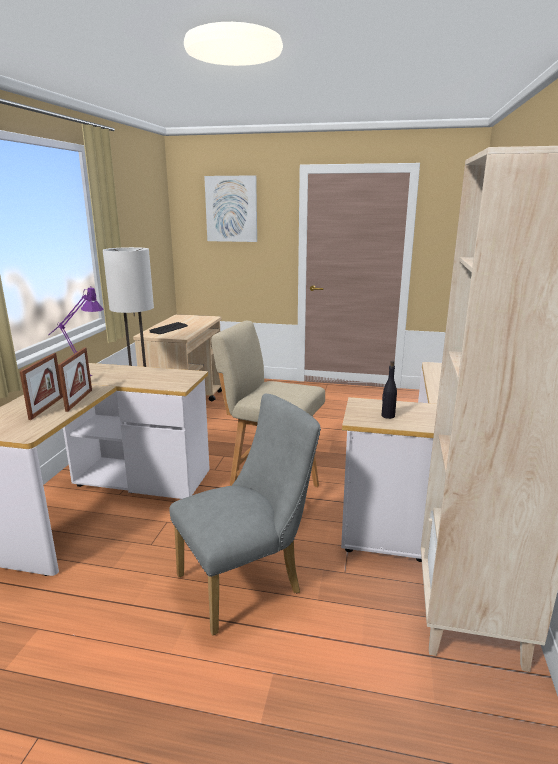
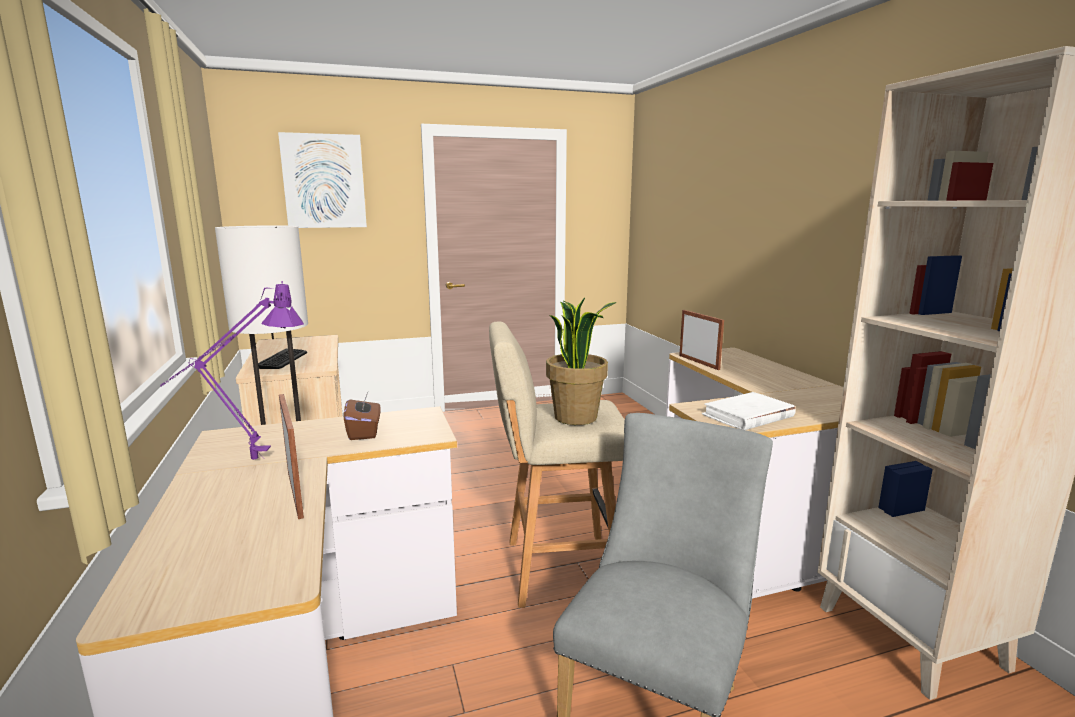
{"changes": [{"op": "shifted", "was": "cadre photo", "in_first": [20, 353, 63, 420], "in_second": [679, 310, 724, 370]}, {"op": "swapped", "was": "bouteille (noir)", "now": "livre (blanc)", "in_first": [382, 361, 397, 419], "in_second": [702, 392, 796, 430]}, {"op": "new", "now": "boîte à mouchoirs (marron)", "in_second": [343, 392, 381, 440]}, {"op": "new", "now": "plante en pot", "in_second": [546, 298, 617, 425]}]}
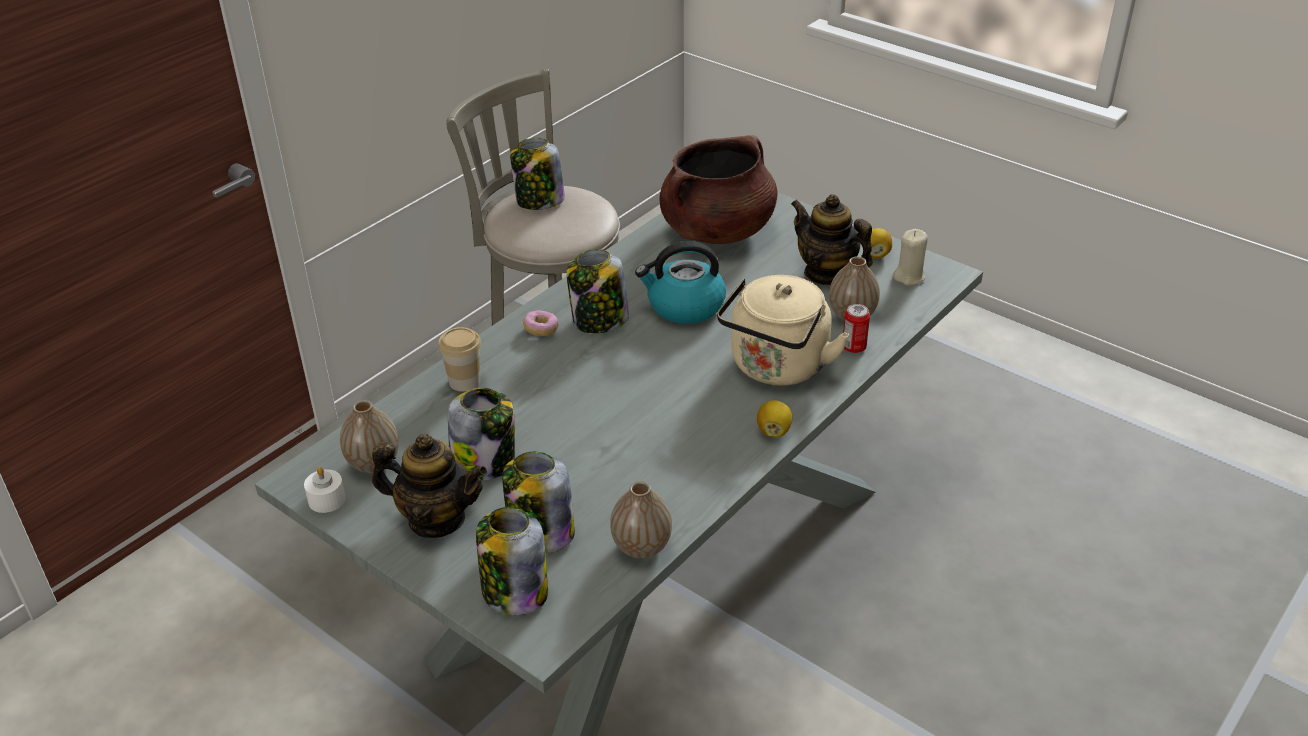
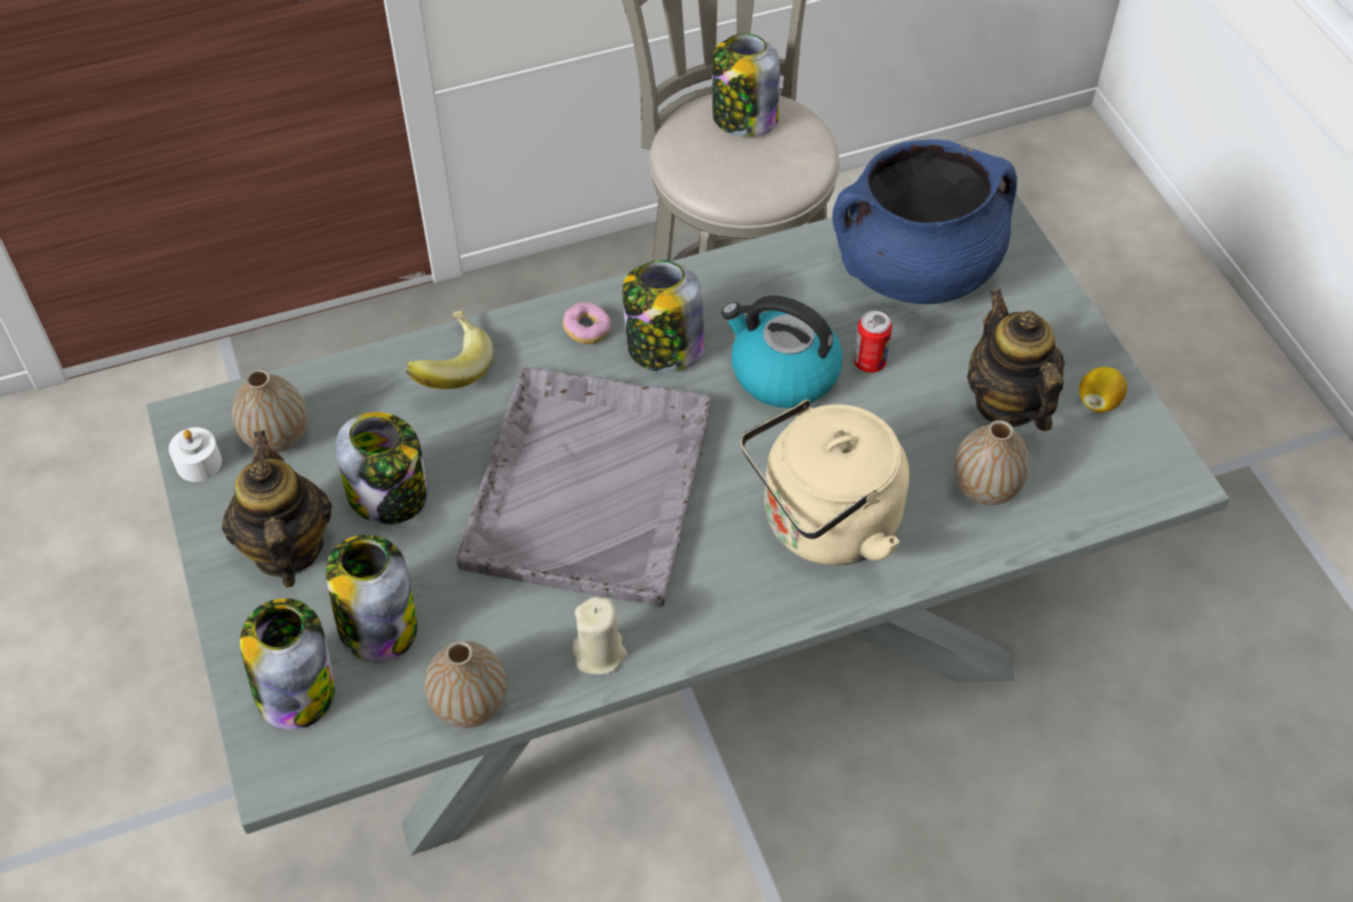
{"changes": [{"op": "rotated", "was": "théière", "in_first": [372, 433, 487, 538], "in_second": [222, 430, 332, 588], "clockwise": -150}, {"op": "swapped", "was": "tasse", "now": "banane", "in_first": [438, 327, 481, 392], "in_second": [405, 310, 493, 389]}, {"op": "repainted", "was": "marmite (marron)", "now": "marmite (bleu)", "in_first": [659, 135, 777, 244], "in_second": [832, 139, 1017, 304]}, {"op": "gone", "was": "citron", "in_first": [757, 400, 792, 438]}, {"op": "shifted", "was": "boîte métallique", "in_first": [843, 304, 870, 353], "in_second": [853, 311, 892, 373]}, {"op": "shifted", "was": "bougie (beige)", "in_first": [893, 229, 928, 285], "in_second": [572, 597, 627, 675]}, {"op": "new", "now": "plateau (gris)", "in_second": [456, 367, 711, 607]}]}
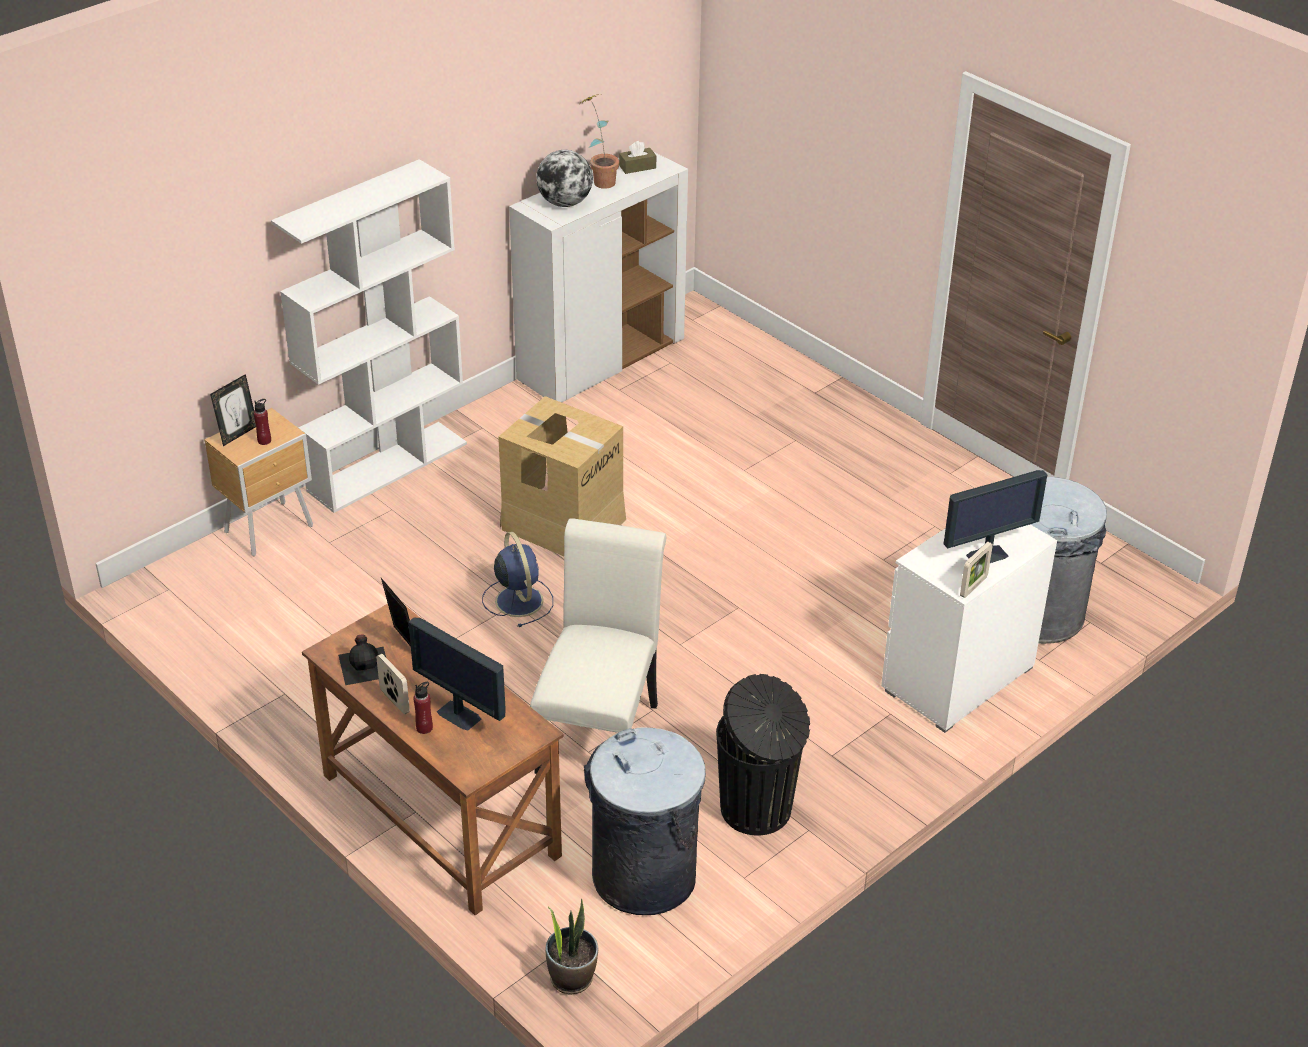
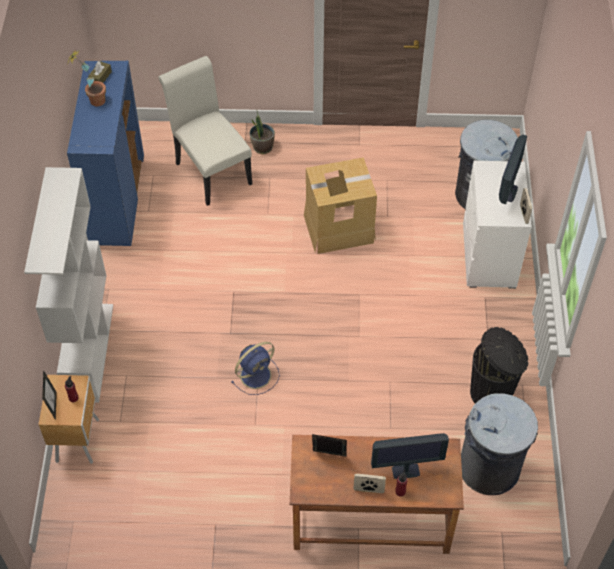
{"changes": [{"op": "gone", "was": "bouteille (noir)", "in_first": [338, 634, 386, 685]}, {"op": "rotated", "was": "ventilateur (bleu)", "in_first": [482, 532, 553, 627], "in_second": [231, 342, 280, 395], "clockwise": 120}, {"op": "shifted", "was": "carton", "in_first": [498, 396, 626, 556], "in_second": [304, 157, 377, 254]}, {"op": "repainted", "was": "meuble de rangement (blanc)", "now": "meuble de rangement (bleu)", "in_first": [509, 148, 688, 403], "in_second": [67, 61, 144, 246]}, {"op": "shifted", "was": "chaise (blanc)", "in_first": [530, 518, 666, 774], "in_second": [158, 56, 252, 206]}, {"op": "gone", "was": "globe", "in_first": [536, 150, 593, 207]}, {"op": "shifted", "was": "plante en pot", "in_first": [546, 898, 598, 995], "in_second": [250, 109, 275, 154]}]}
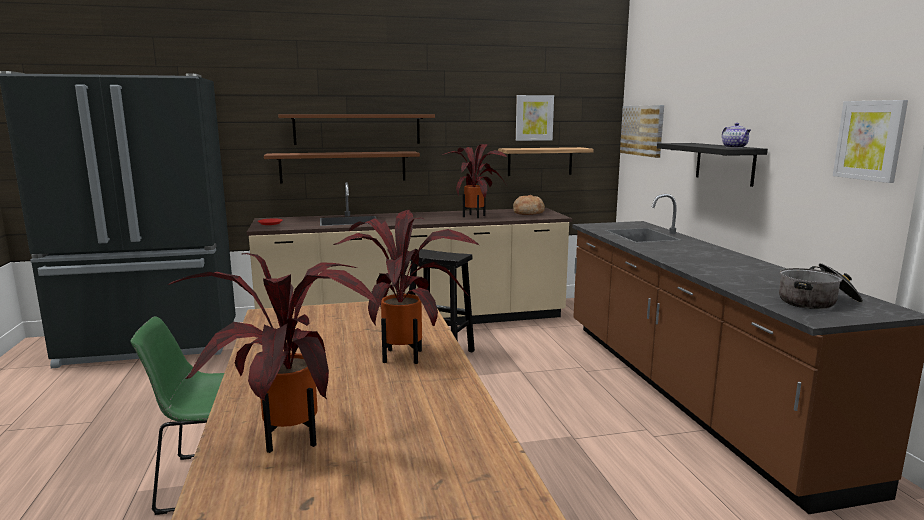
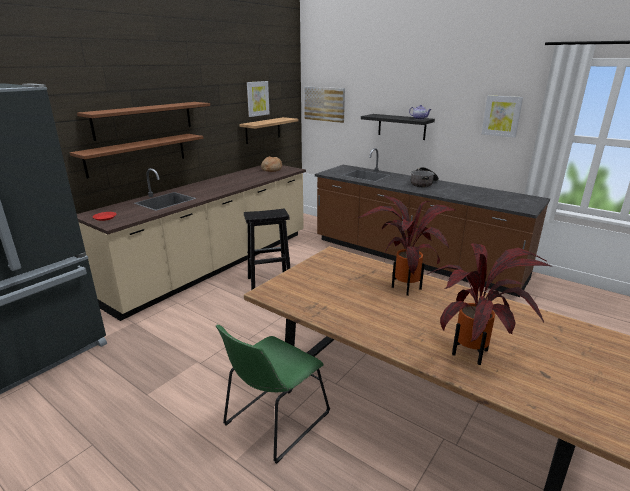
{"changes": [{"op": "gone", "was": "plante en pot", "in_first": [442, 144, 508, 218]}, {"op": "shifted", "was": "marmite", "in_first": [779, 263, 863, 309], "in_second": [411, 167, 439, 187]}]}
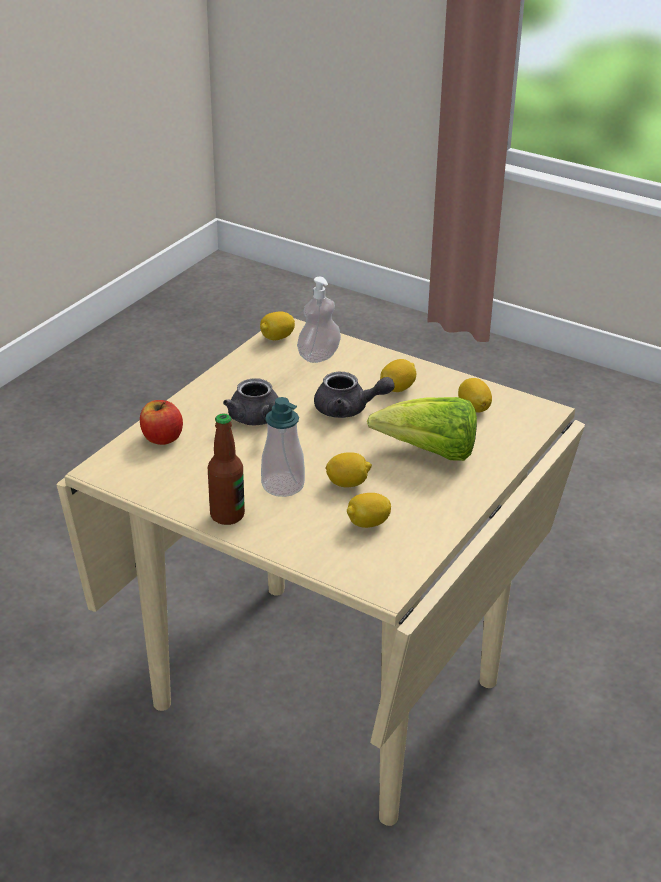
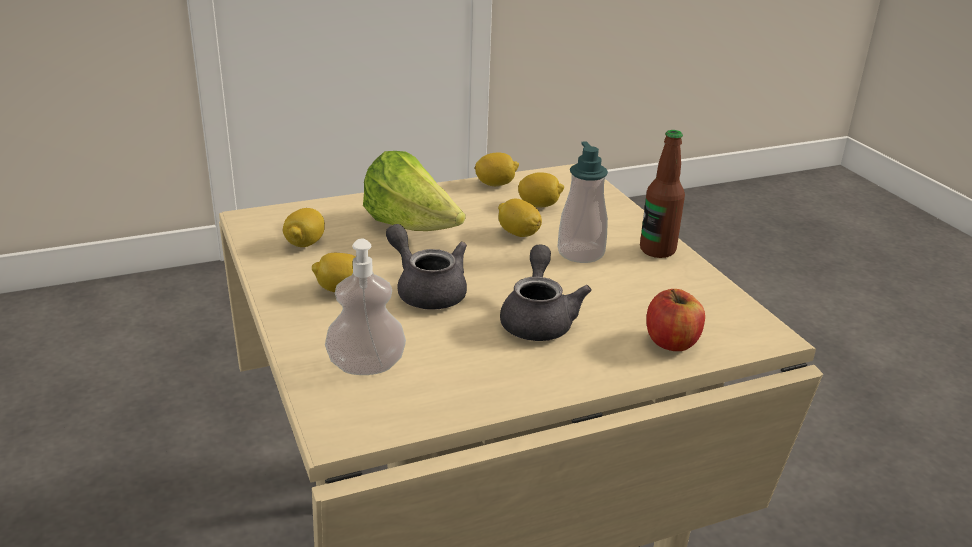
{"changes": [{"op": "shifted", "was": "citron", "in_first": [260, 311, 295, 340], "in_second": [474, 153, 519, 186]}]}
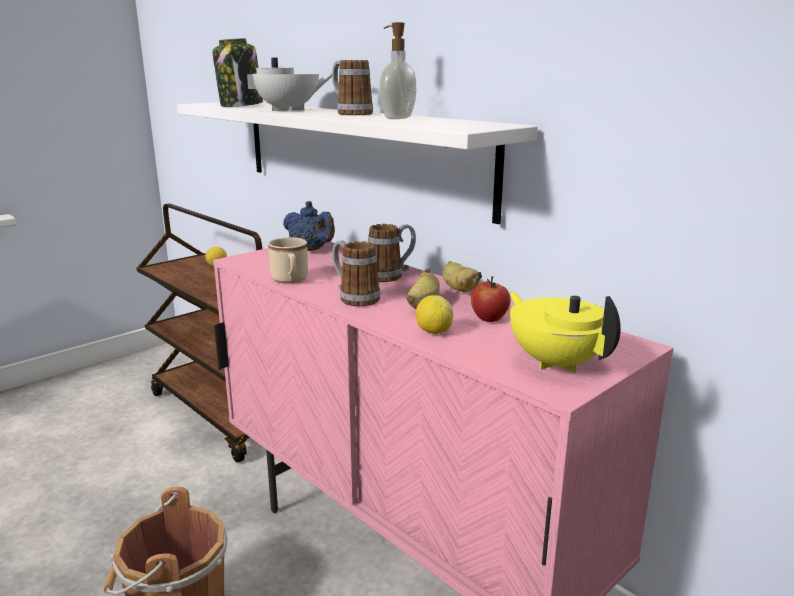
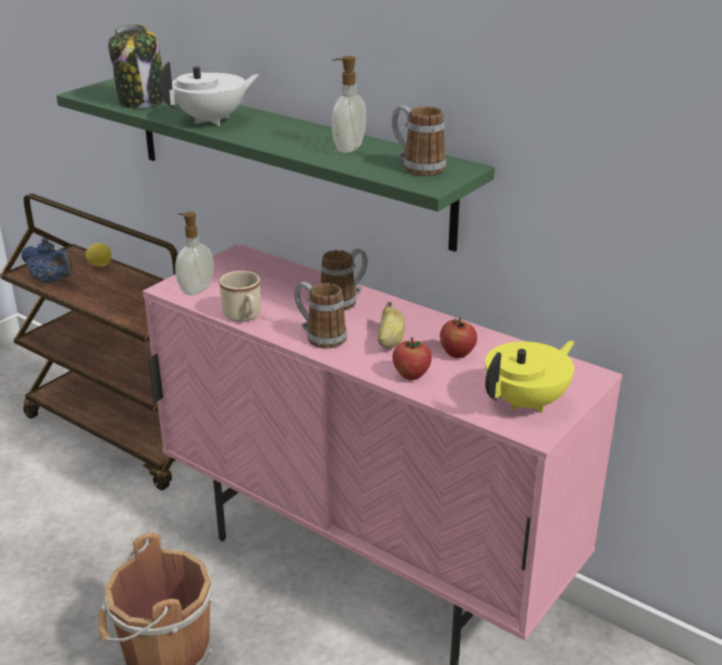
{"changes": [{"op": "repainted", "was": "étagère (blanc)", "now": "étagère (vert)", "in_first": [177, 102, 538, 224], "in_second": [56, 78, 495, 252]}, {"op": "shifted", "was": "théière (bleu)", "in_first": [283, 201, 335, 251], "in_second": [22, 238, 73, 284]}, {"op": "shifted", "was": "mug", "in_first": [332, 60, 373, 115], "in_second": [392, 105, 446, 176]}, {"op": "swapped", "was": "citron", "now": "pomme", "in_first": [415, 295, 453, 334], "in_second": [392, 337, 432, 380]}, {"op": "gone", "was": "banane", "in_first": [442, 261, 482, 292]}, {"op": "rotated", "was": "théière (jaune)", "in_first": [509, 292, 621, 373], "in_second": [485, 341, 575, 413], "clockwise": 90}, {"op": "new", "now": "distributeur de savon", "in_second": [175, 212, 214, 295]}]}
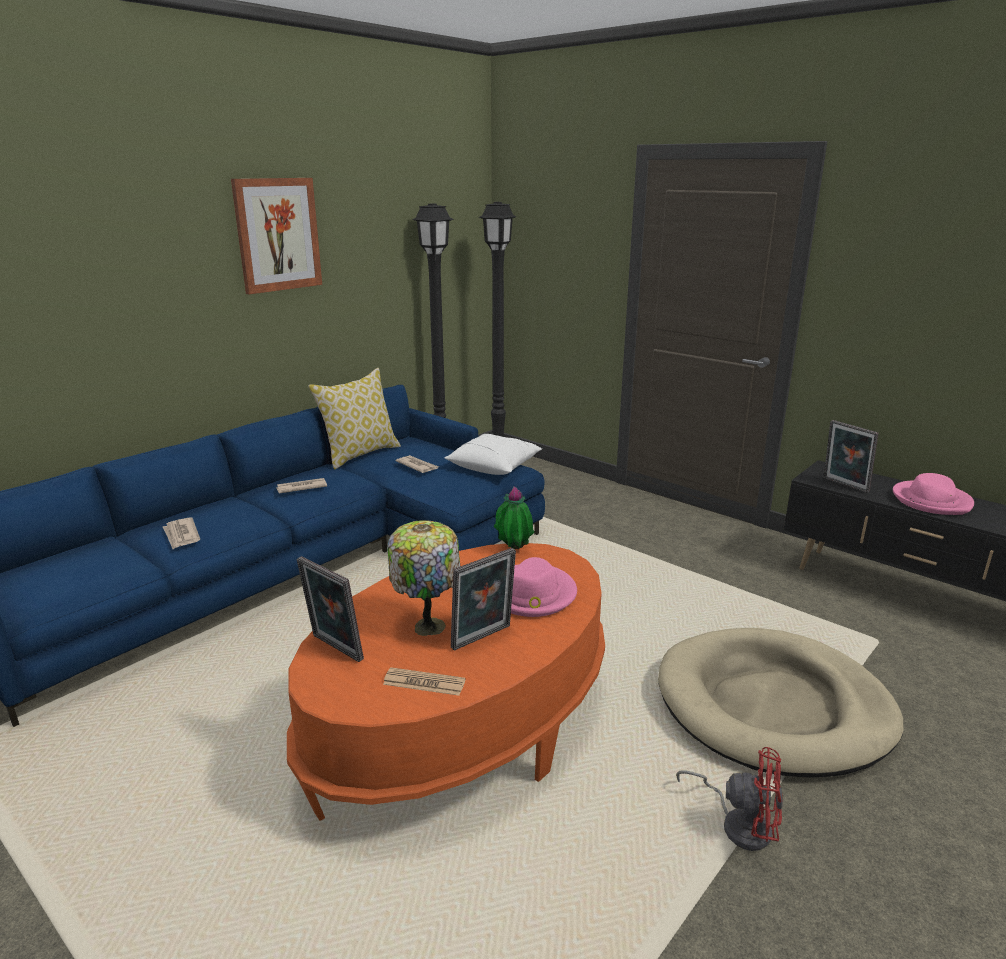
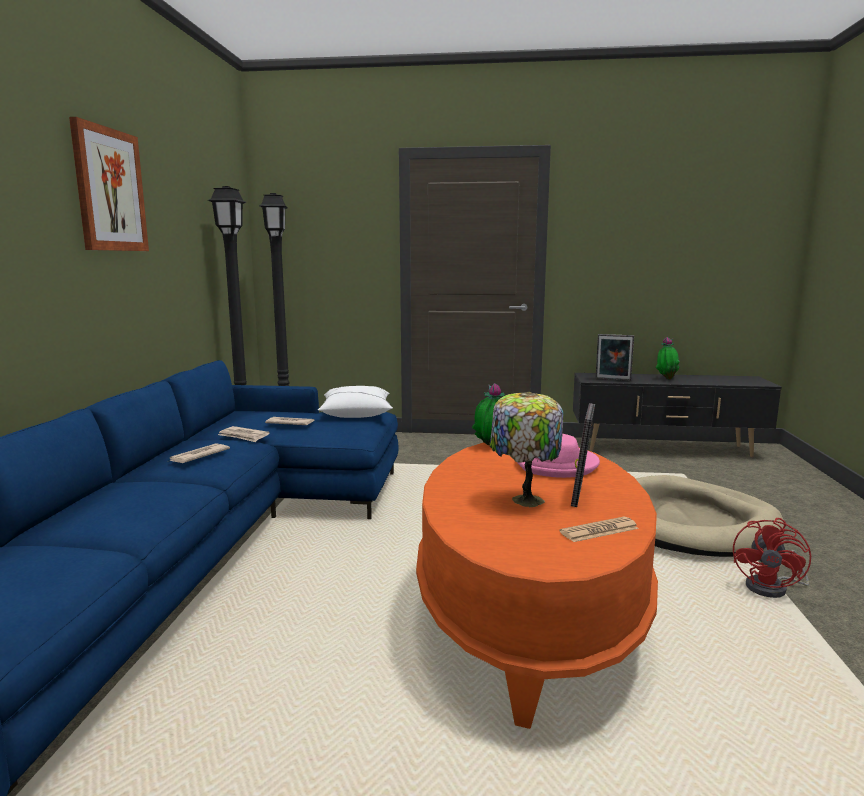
{"changes": [{"op": "shifted", "was": "journal", "in_first": [163, 517, 200, 549], "in_second": [218, 426, 270, 442]}, {"op": "gone", "was": "cadre photo", "in_first": [296, 556, 364, 662]}, {"op": "gone", "was": "coussin", "in_first": [308, 368, 401, 470]}, {"op": "rotated", "was": "ventilateur (rouge)", "in_first": [676, 747, 783, 851], "in_second": [733, 518, 811, 598], "clockwise": 135}, {"op": "swapped", "was": "chapeau (rose)", "now": "plante en pot", "in_first": [893, 473, 974, 515], "in_second": [656, 337, 680, 379]}]}
